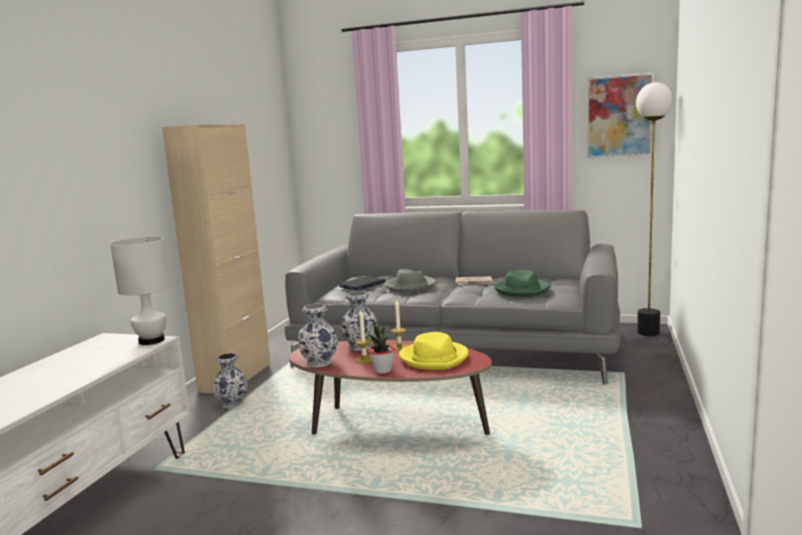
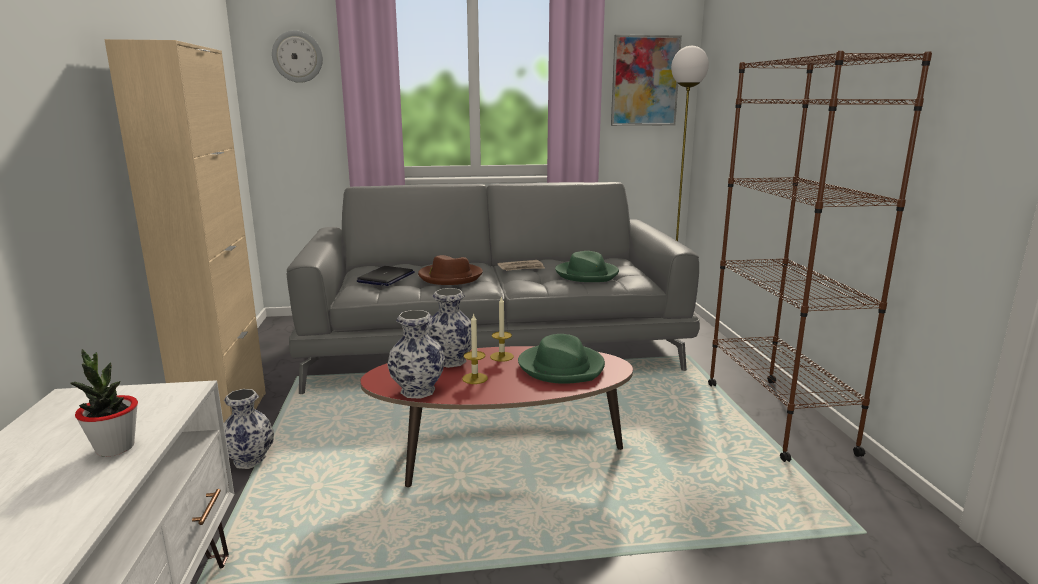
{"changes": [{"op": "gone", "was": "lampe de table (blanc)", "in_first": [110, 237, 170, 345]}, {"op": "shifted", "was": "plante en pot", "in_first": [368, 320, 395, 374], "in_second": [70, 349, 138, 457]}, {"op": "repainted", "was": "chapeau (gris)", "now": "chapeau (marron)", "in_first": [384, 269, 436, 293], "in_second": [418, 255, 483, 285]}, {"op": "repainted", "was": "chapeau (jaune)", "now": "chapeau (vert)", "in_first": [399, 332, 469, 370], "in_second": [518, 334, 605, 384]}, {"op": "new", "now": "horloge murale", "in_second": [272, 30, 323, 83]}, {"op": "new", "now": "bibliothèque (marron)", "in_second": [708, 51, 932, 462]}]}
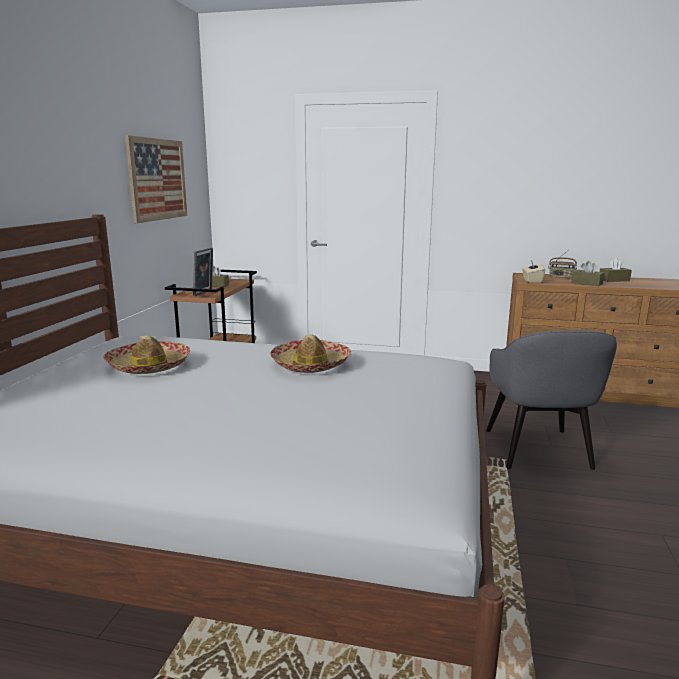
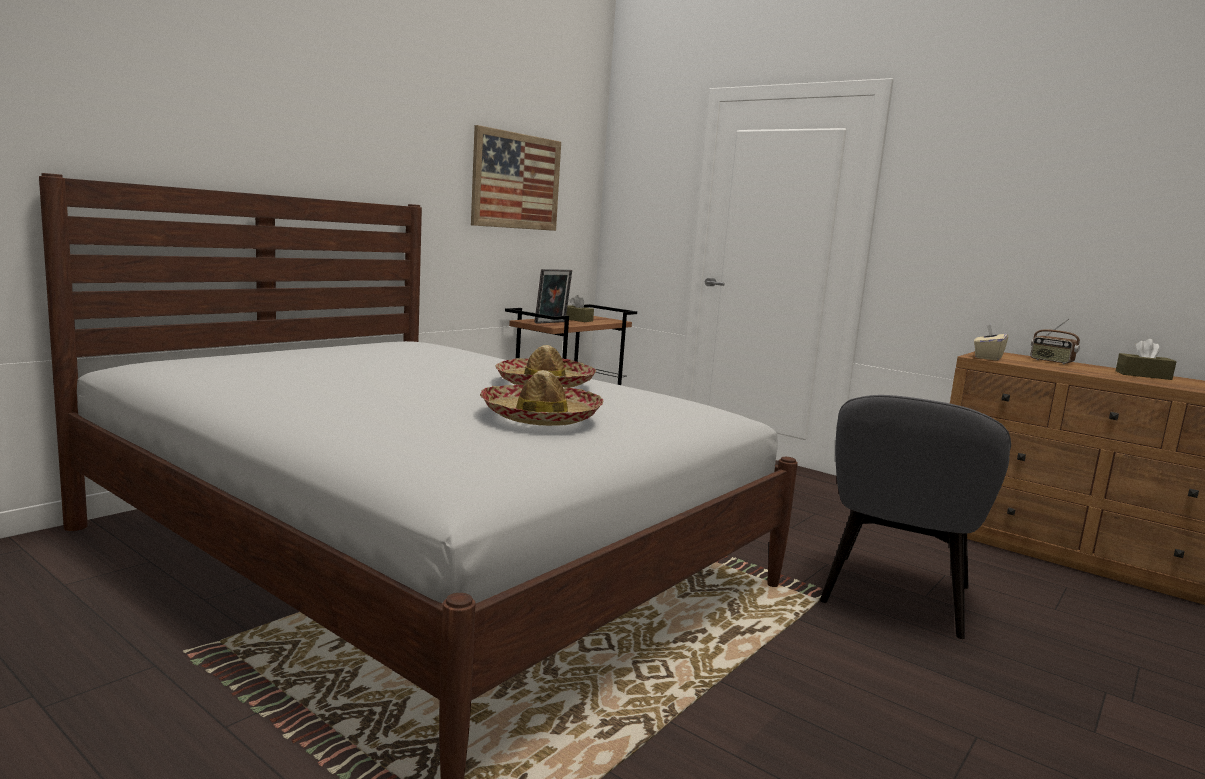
{"changes": [{"op": "shifted", "was": "chapeau", "in_first": [103, 336, 190, 374], "in_second": [480, 370, 603, 426]}, {"op": "gone", "was": "boîte à mouchoirs (marron)", "in_first": [571, 261, 604, 286]}]}
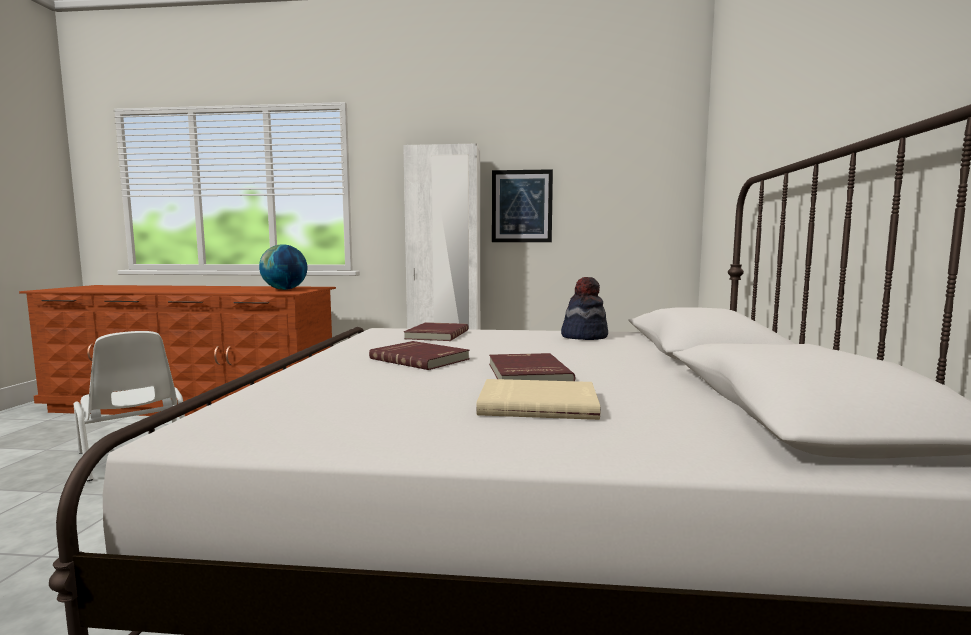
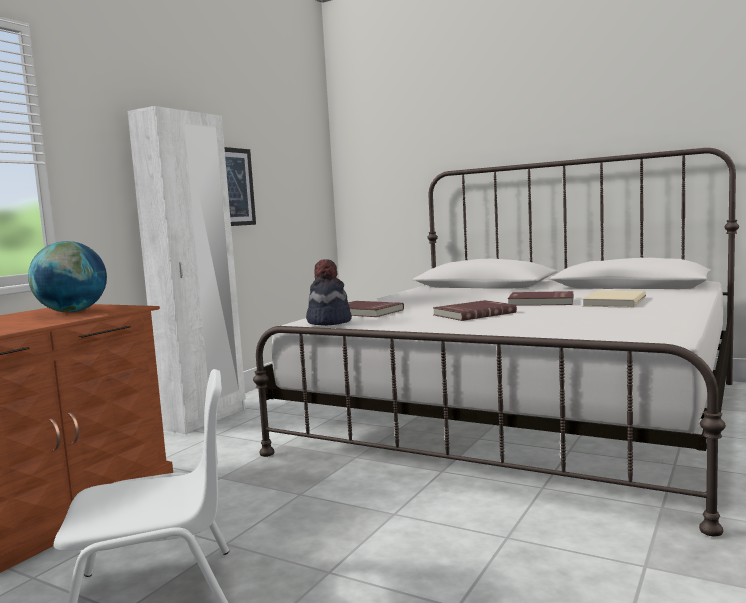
{"changes": [{"op": "shifted", "was": "chapeau", "in_first": [561, 277, 608, 340], "in_second": [306, 259, 352, 326]}]}
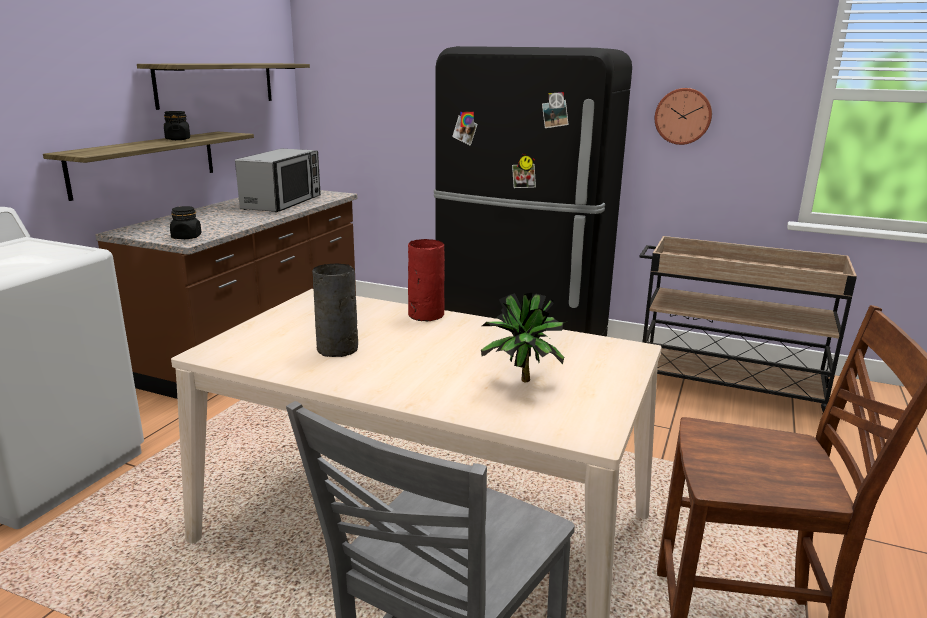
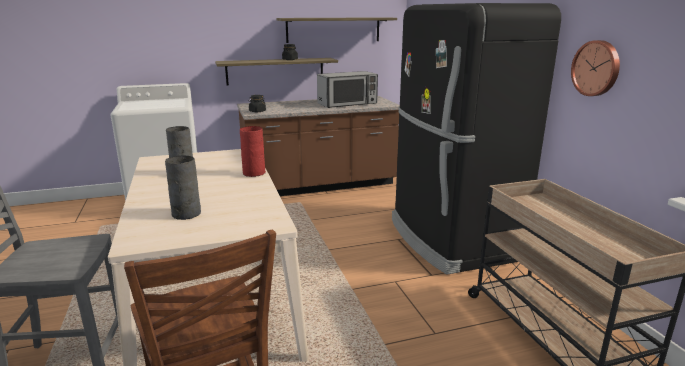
{"changes": [{"op": "swapped", "was": "plante en pot", "now": "vase (gris)", "in_first": [481, 293, 564, 382], "in_second": [165, 155, 201, 220]}]}
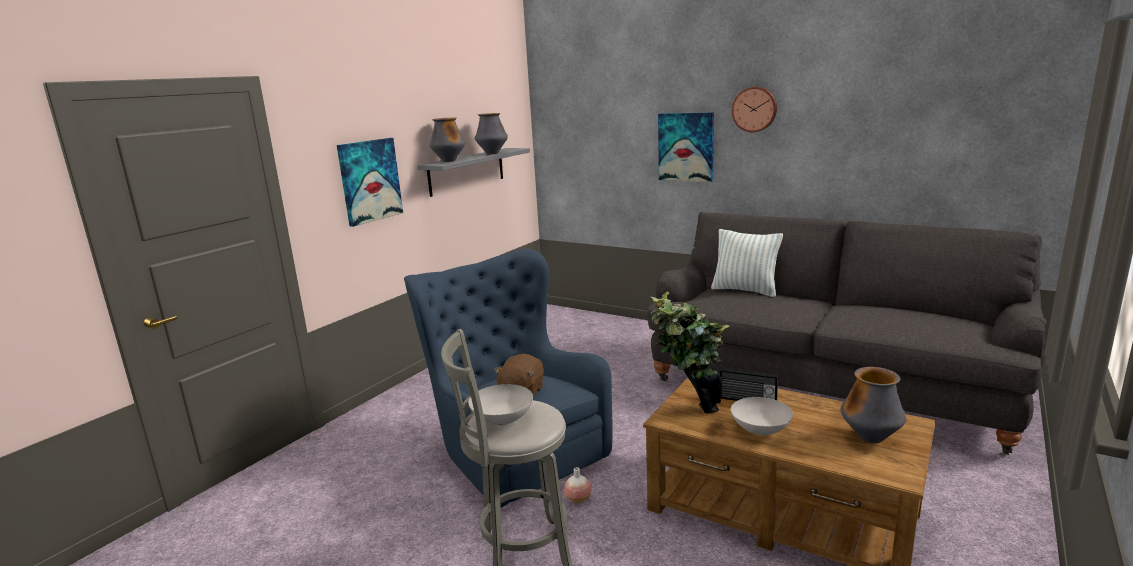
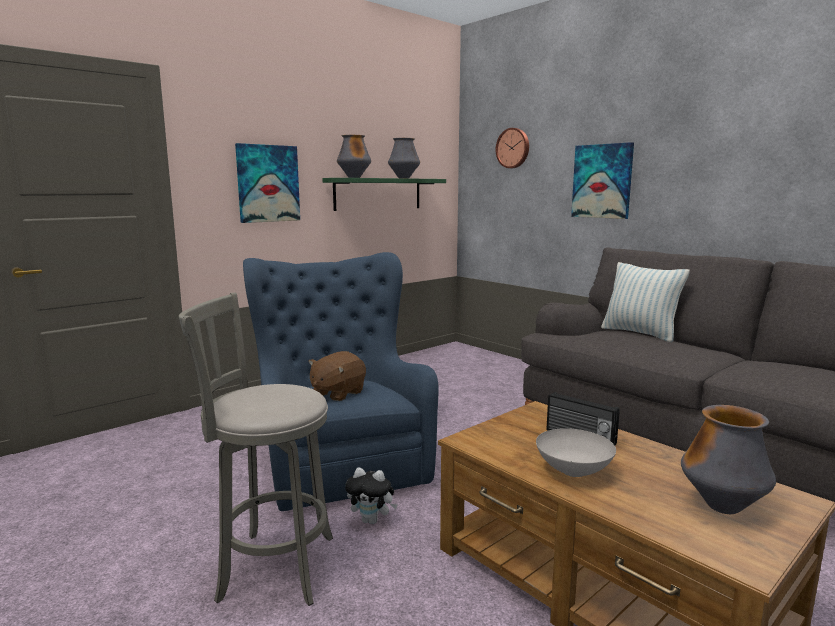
{"changes": [{"op": "repainted", "was": "étagère (gris)", "now": "étagère (vert)", "in_first": [417, 148, 530, 197], "in_second": [322, 178, 446, 211]}, {"op": "gone", "was": "bol (blanc)", "in_first": [468, 384, 533, 426]}, {"op": "swapped", "was": "vase", "now": "peluche", "in_first": [564, 467, 591, 503], "in_second": [345, 467, 397, 524]}, {"op": "gone", "was": "plante en pot", "in_first": [650, 292, 729, 413]}, {"op": "shifted", "was": "horloge murale", "in_first": [731, 86, 777, 132], "in_second": [496, 128, 529, 168]}]}
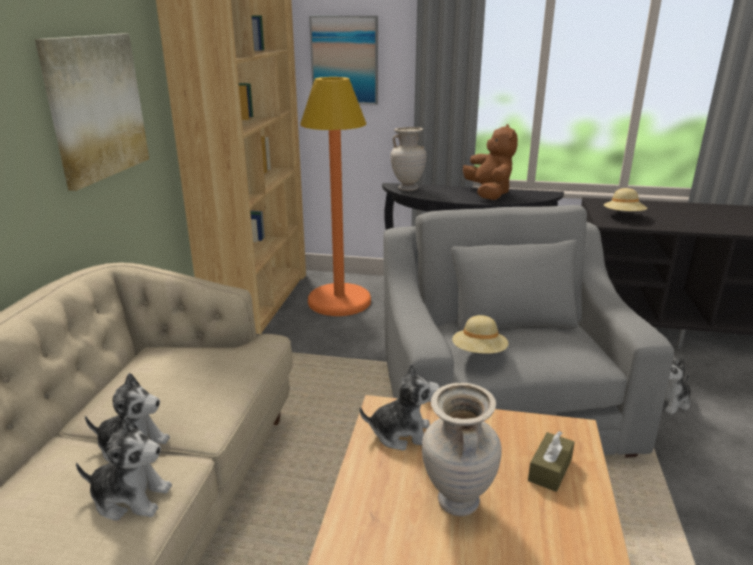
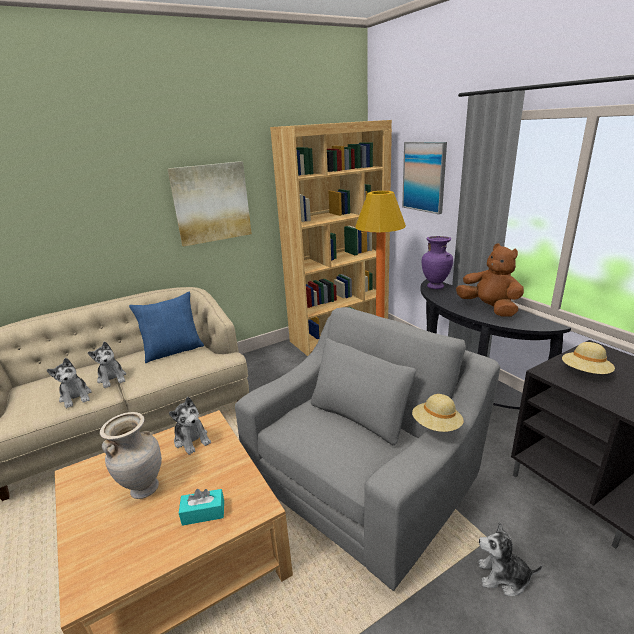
{"changes": [{"op": "repainted", "was": "vase (beige)", "now": "vase (violet)", "in_first": [391, 127, 427, 191], "in_second": [422, 236, 453, 289]}, {"op": "shifted", "was": "chapeau (beige)", "in_first": [452, 315, 508, 354], "in_second": [412, 394, 464, 432]}, {"op": "rotated", "was": "peluche (marron)", "in_first": [463, 124, 518, 200], "in_second": [456, 244, 524, 317], "clockwise": -75}, {"op": "repainted", "was": "boîte à mouchoirs (marron)", "now": "boîte à mouchoirs (turquoise)", "in_first": [528, 431, 575, 492], "in_second": [179, 489, 224, 526]}, {"op": "new", "now": "coussin (bleu)", "in_second": [129, 292, 204, 363]}]}
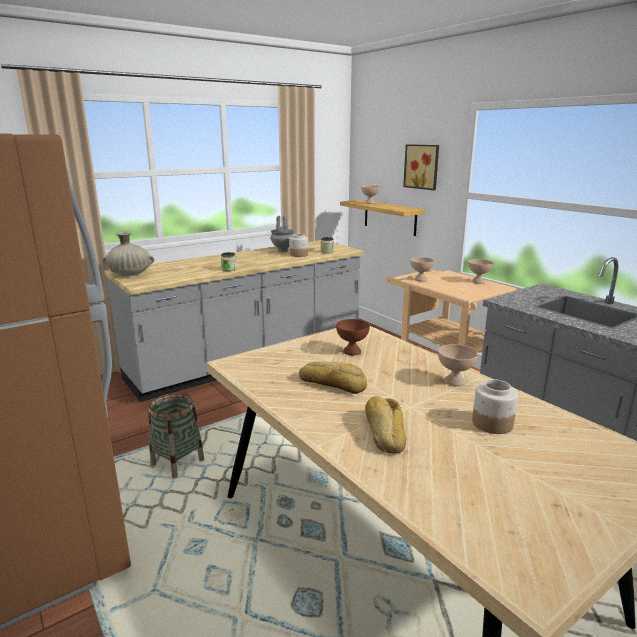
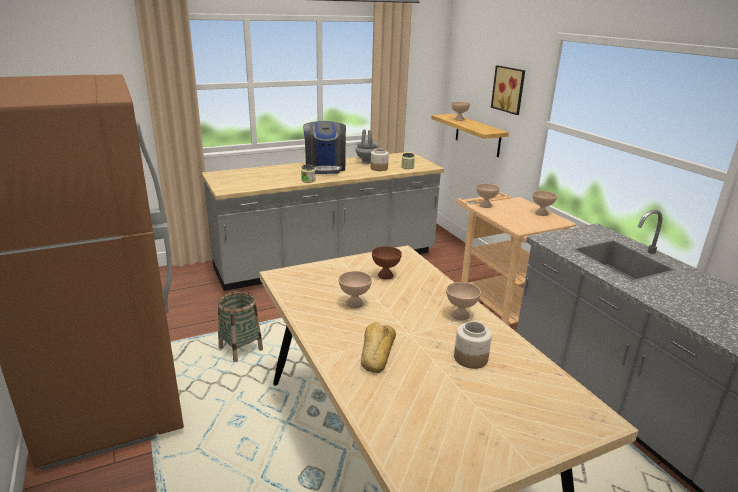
{"changes": [{"op": "gone", "was": "vase (beige)", "in_first": [102, 232, 154, 276]}, {"op": "swapped", "was": "pain", "now": "bol (beige)", "in_first": [299, 361, 367, 394], "in_second": [339, 271, 372, 308]}, {"op": "new", "now": "machine à café", "in_second": [303, 121, 346, 174]}]}
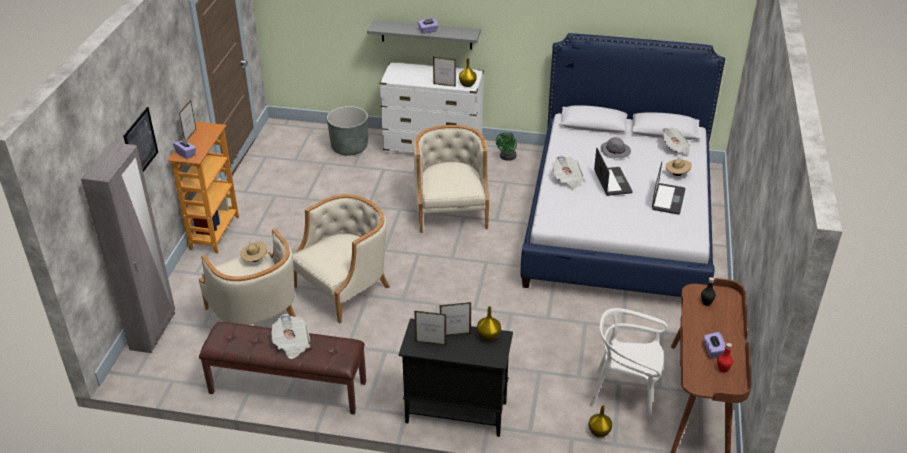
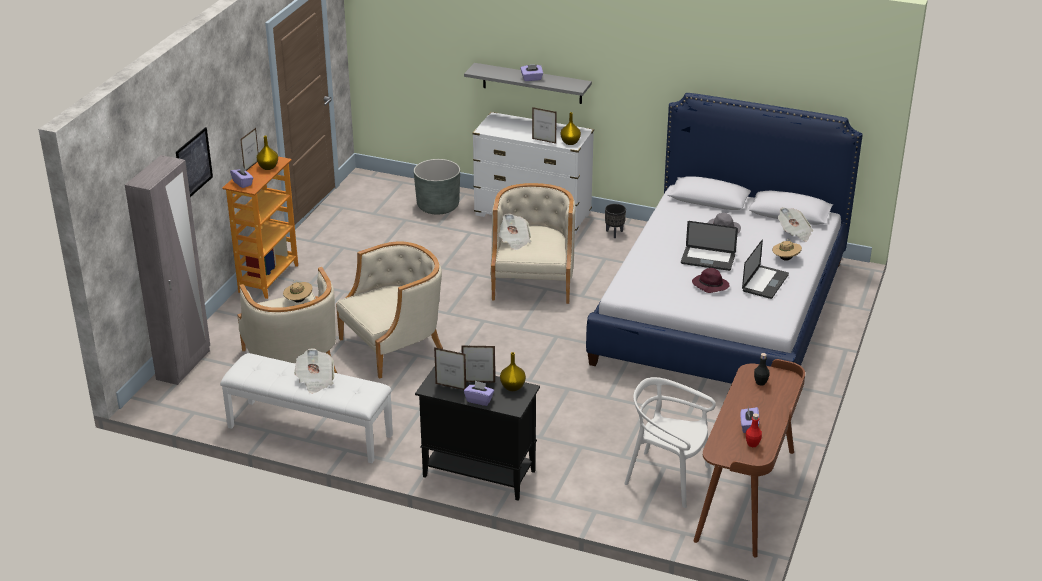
{"changes": [{"op": "repainted", "was": "banc (marron)", "now": "banc (blanc)", "in_first": [199, 322, 366, 415], "in_second": [220, 353, 393, 463]}, {"op": "swapped", "was": "ventilateur (vert)", "now": "cache-pot (noir)", "in_first": [496, 133, 517, 161], "in_second": [605, 204, 626, 238]}, {"op": "shifted", "was": "journal", "in_first": [552, 155, 585, 190], "in_second": [498, 213, 531, 250]}, {"op": "shifted", "was": "vase (jaune)", "in_first": [589, 405, 612, 437], "in_second": [257, 136, 278, 170]}, {"op": "rotated", "was": "ordinateur portable", "in_first": [594, 148, 633, 196], "in_second": [681, 221, 738, 271], "clockwise": 105}, {"op": "new", "now": "boîte à mouchoirs (violet)", "in_second": [464, 381, 494, 406]}, {"op": "new", "now": "chapeau (violet)", "in_second": [692, 268, 730, 293]}]}
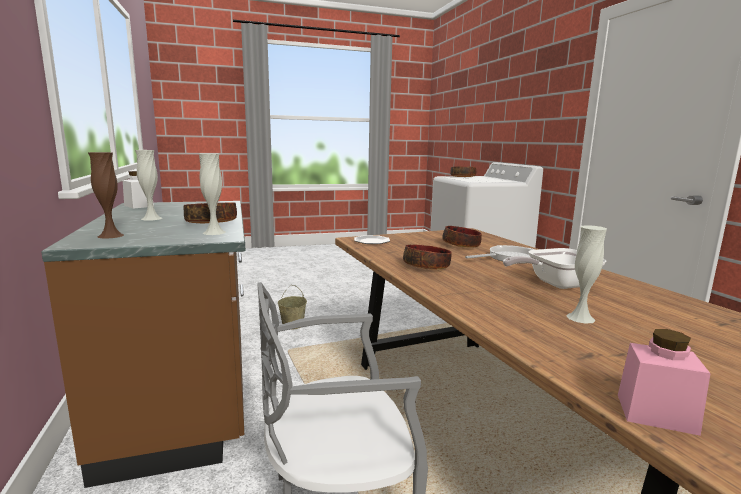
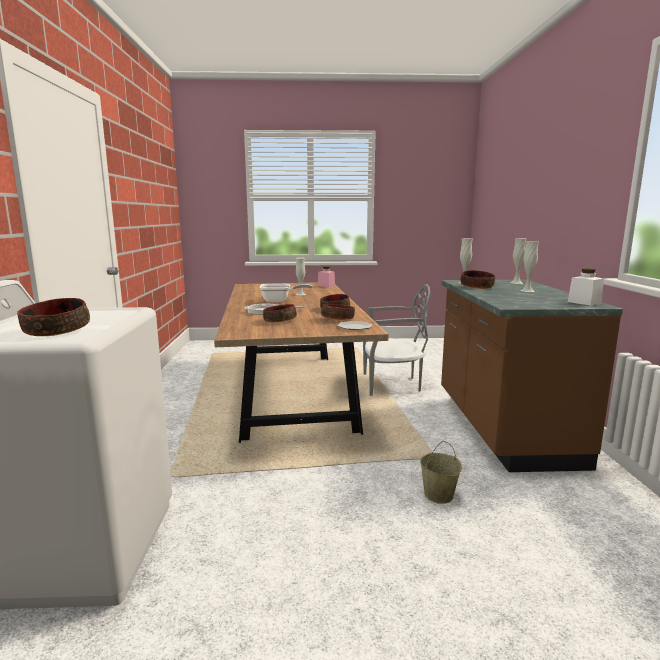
{"changes": [{"op": "repainted", "was": "vase (marron)", "now": "vase (blanc)", "in_first": [88, 152, 124, 239], "in_second": [510, 238, 527, 284]}, {"op": "new", "now": "bol", "in_second": [321, 304, 355, 320]}]}
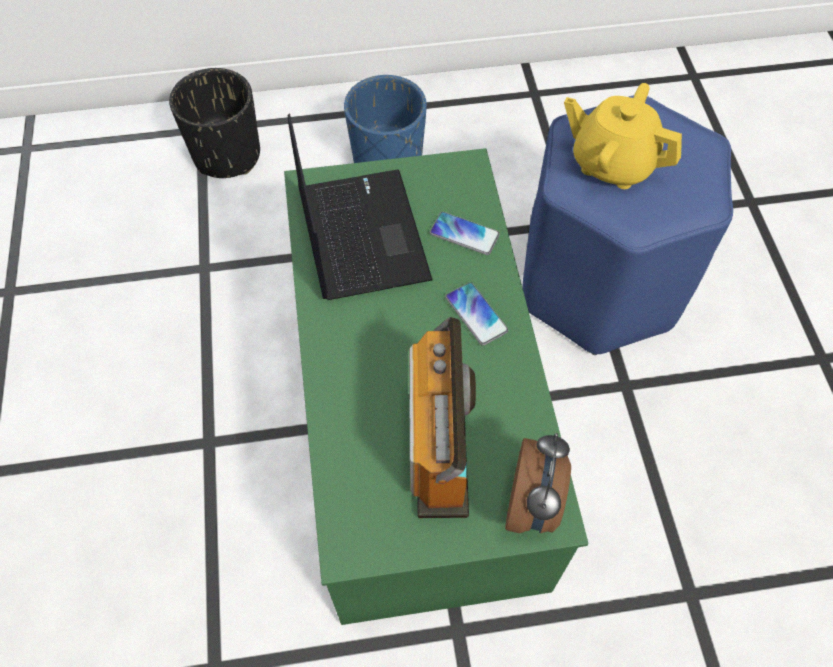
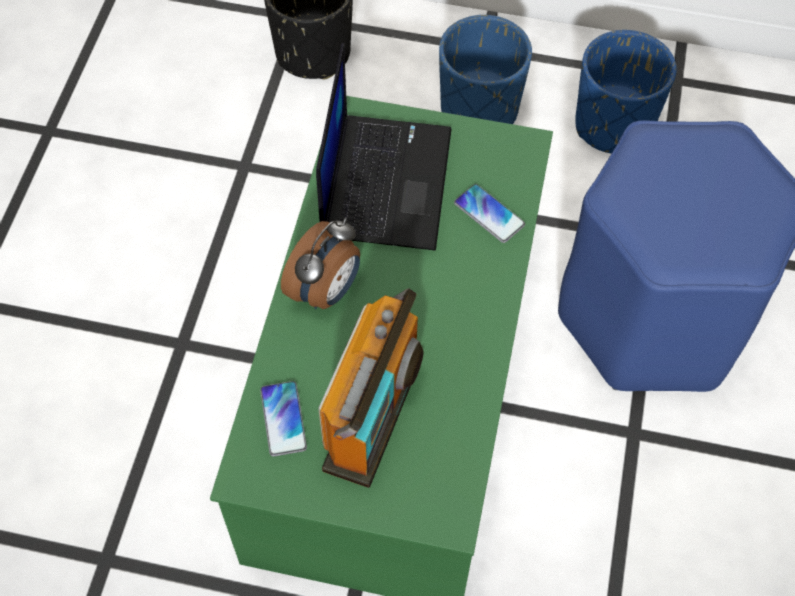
{"changes": [{"op": "shifted", "was": "téléphone", "in_first": [445, 282, 508, 346], "in_second": [260, 381, 307, 456]}, {"op": "shifted", "was": "réveil", "in_first": [505, 433, 571, 533], "in_second": [281, 218, 360, 309]}, {"op": "gone", "was": "théière (jaune)", "in_first": [564, 83, 682, 189]}, {"op": "new", "now": "cache-pot (bleu)", "in_second": [575, 30, 676, 154]}]}
